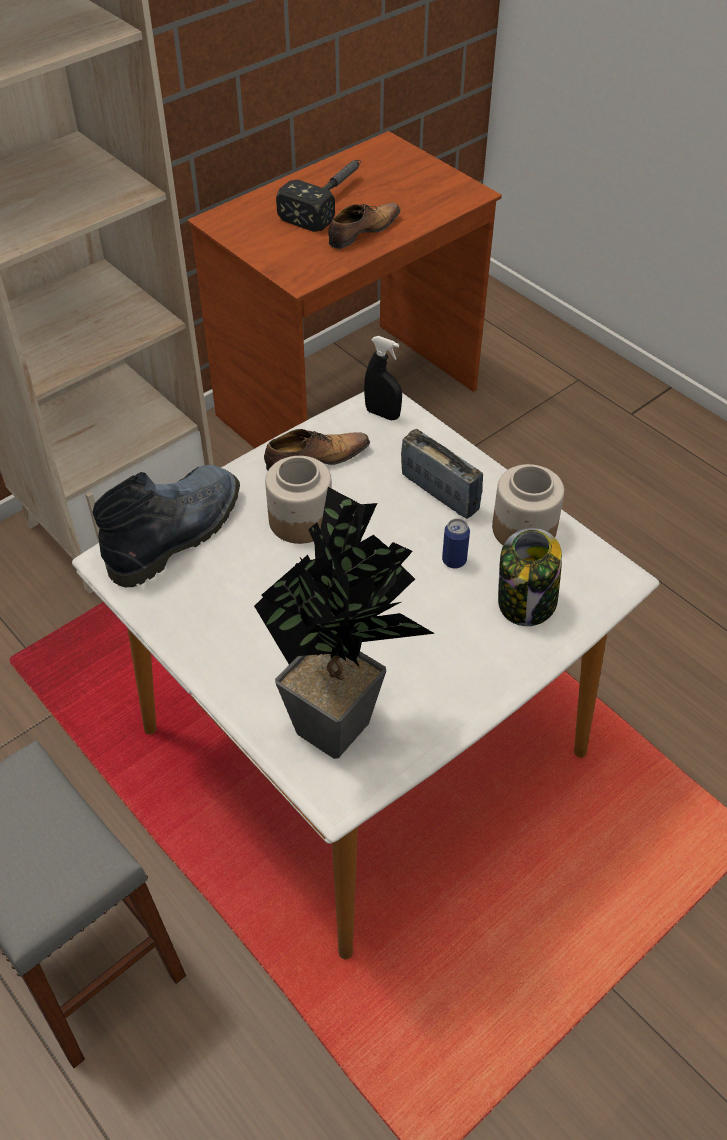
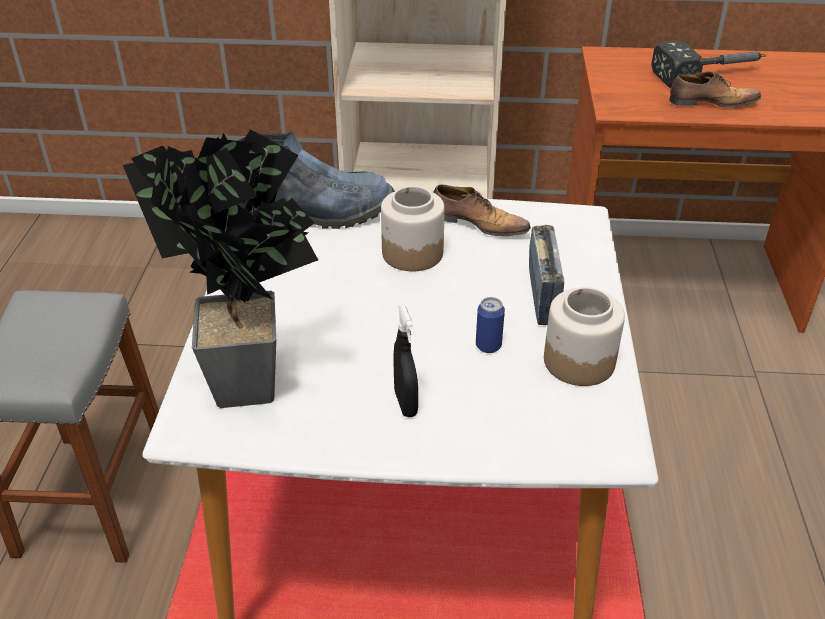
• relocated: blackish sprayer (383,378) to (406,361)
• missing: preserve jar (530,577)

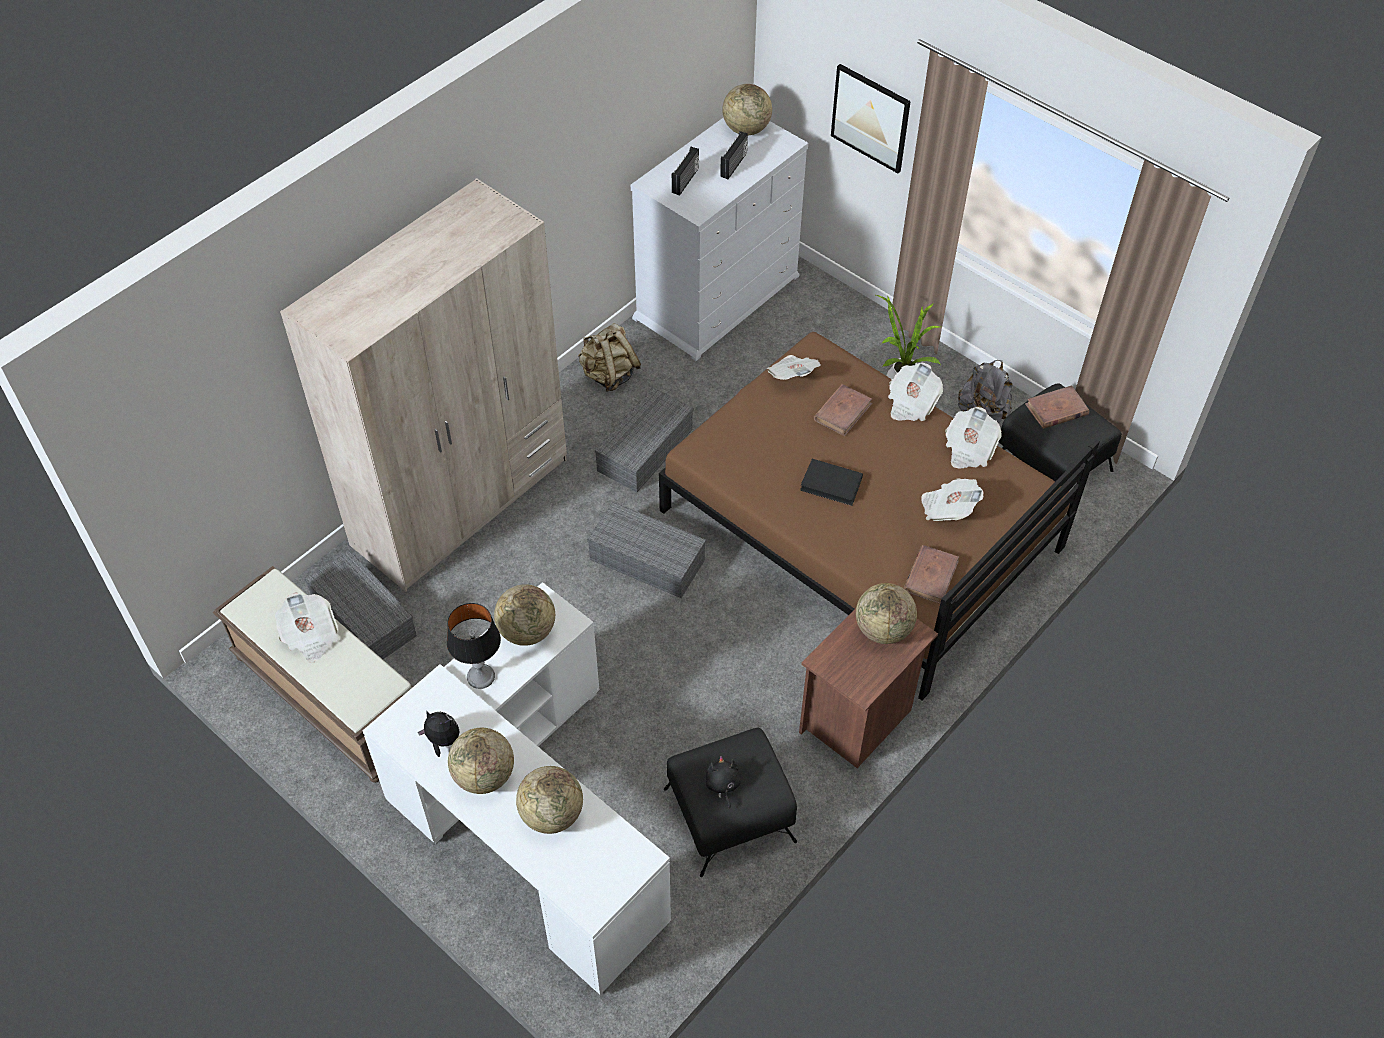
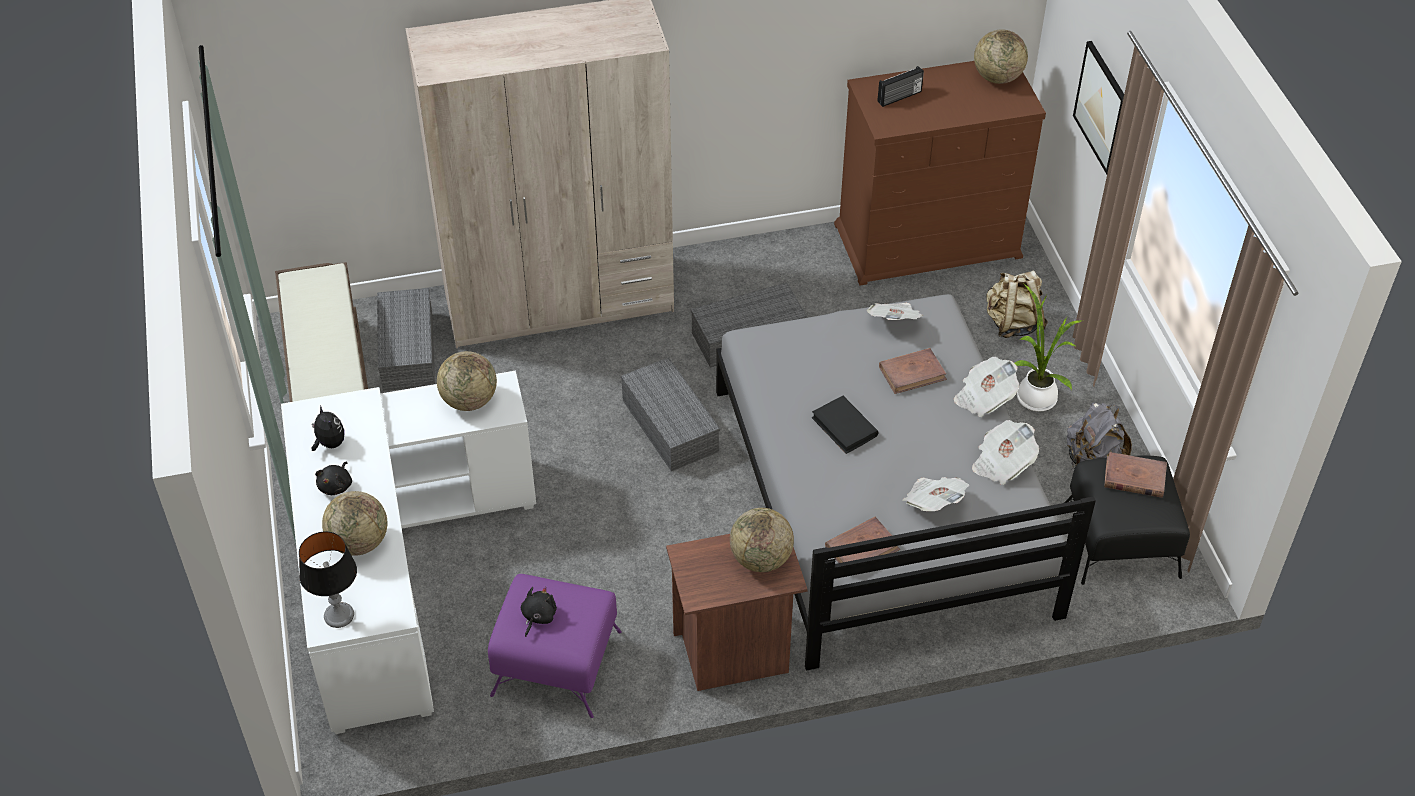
• colour: white-coloured drawer chest (719,239) to brownish drawer chest (940,173)
• missing: radio set (734,155)
• relocated: beige rucksack (609,357) to (1017,304)
• colour: brownish sleeping bed (879,516) to grey sleeping bed (906,482)
• missing: daily paper (307,627)
• relocated: lamp for a table (474,646) to (328,579)
• exchanged: world globe (481,761) to blackish plush toy (333,478)
• colour: blackish ottoman (730,802) to purplish ottoman (555,646)

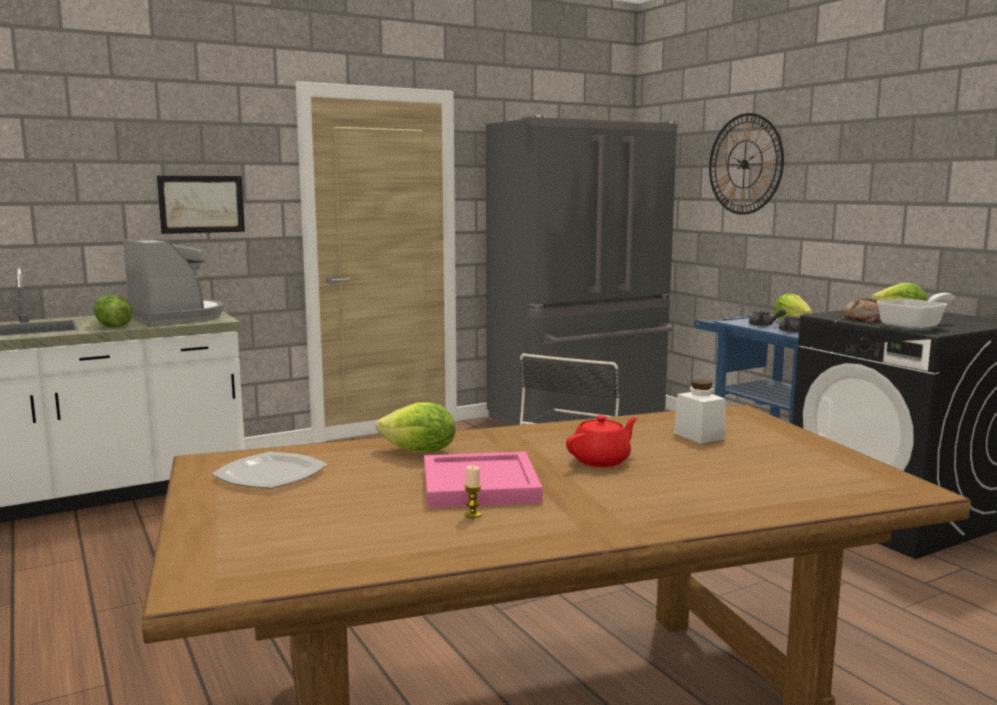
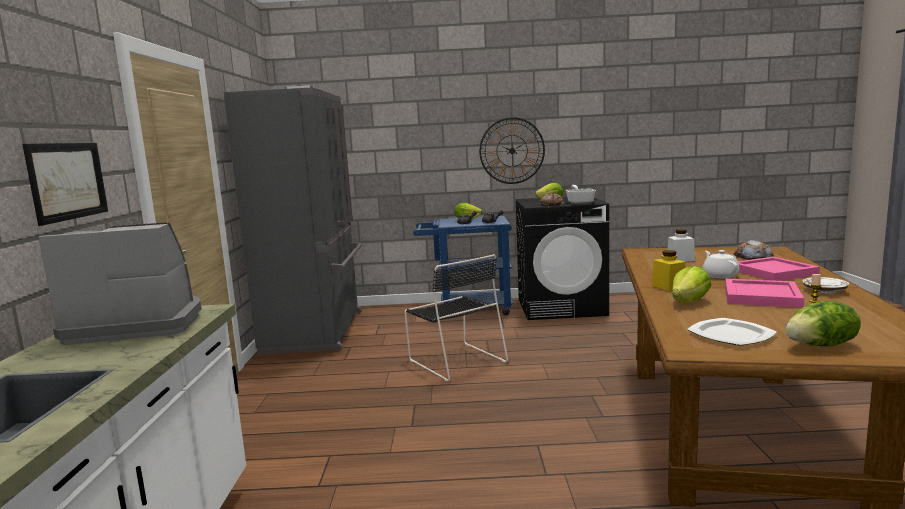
• relocated: wall clock (746,164) to (512,150)
• relocated: head of lettuce (113,311) to (823,323)
• colour: red teapot (602,441) to white-coloured teapot (721,264)
• appeared: bread (753,250)
• appeared: yellow-coloured preserve jar (668,270)
• appeared: pinkish serving tray (779,269)
• appeared: white-coloured plate (826,285)

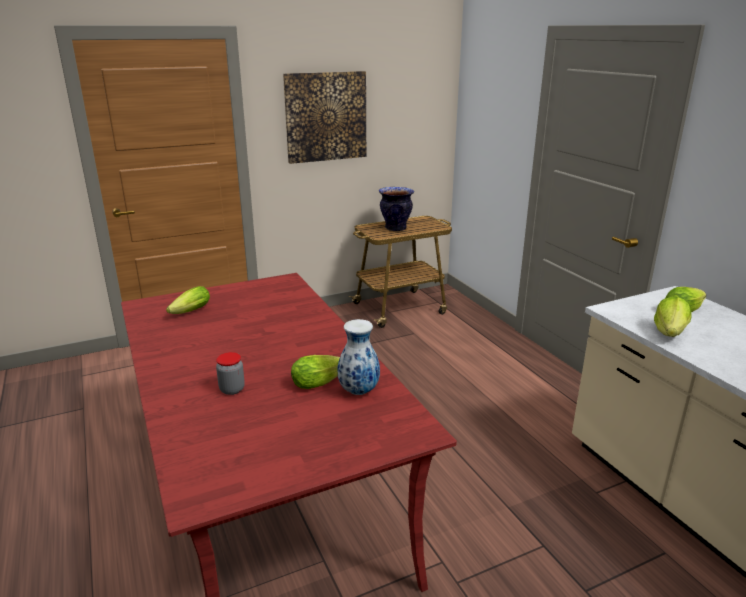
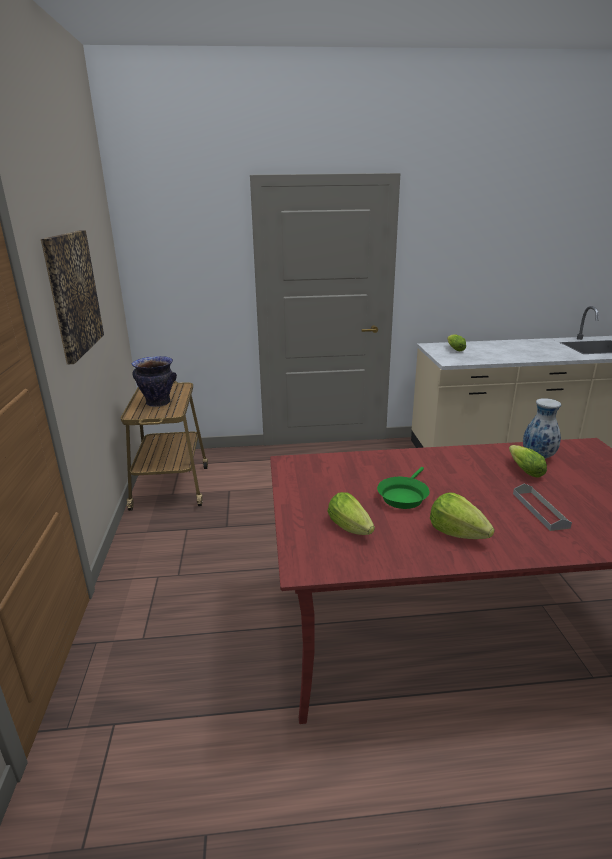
• relocated: head of lettuce (672,316) to (462,515)
• exchanged: preserve jar (230,373) to grey serving tray (542,507)
• appeared: green-coloured frying pan (403,488)

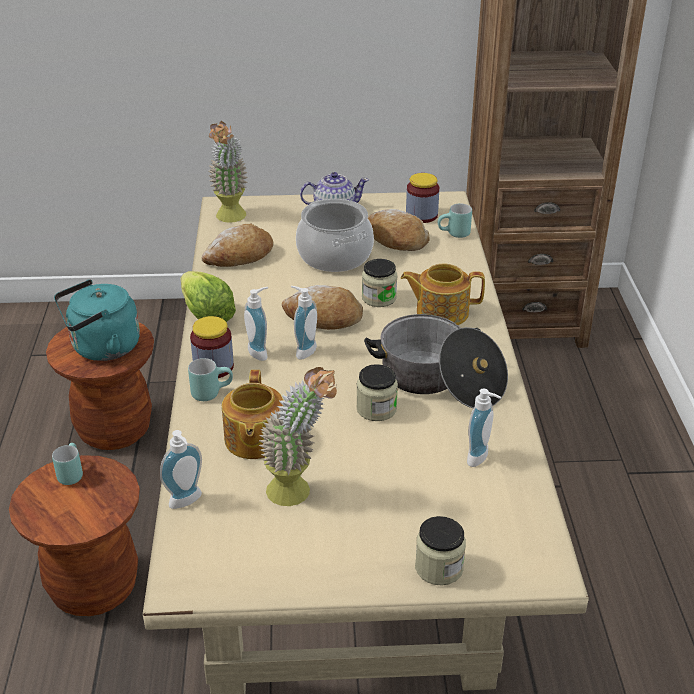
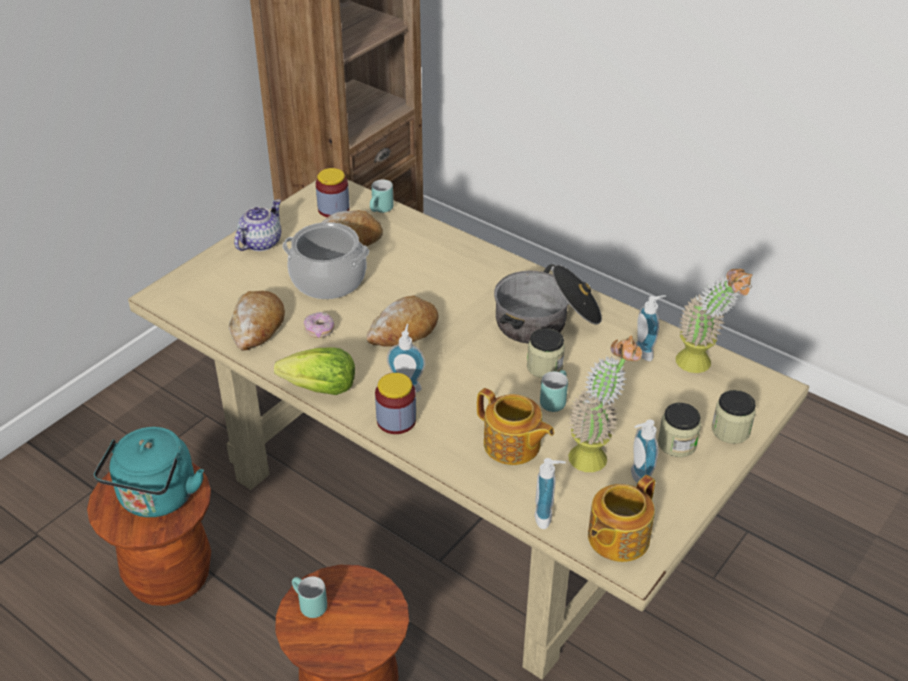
• relocated: plant in a pot (228,172) to (714,321)
• relocated: preserve jar (379,283) to (679,430)
• relocated: teapot (443,294) to (621,518)
• relocated: liquid soap bottle (304,323) to (644,451)
• relocated: turquoise-coloured coffee mug (210,379) to (554,391)
• appeared: doughnut (319,325)

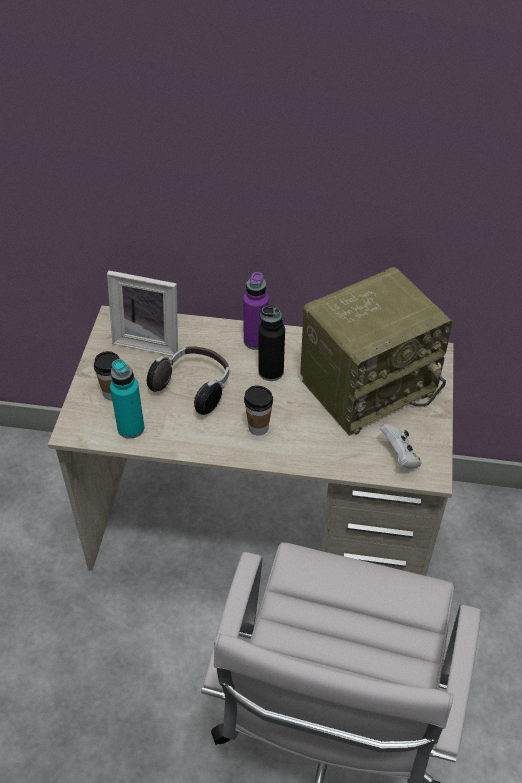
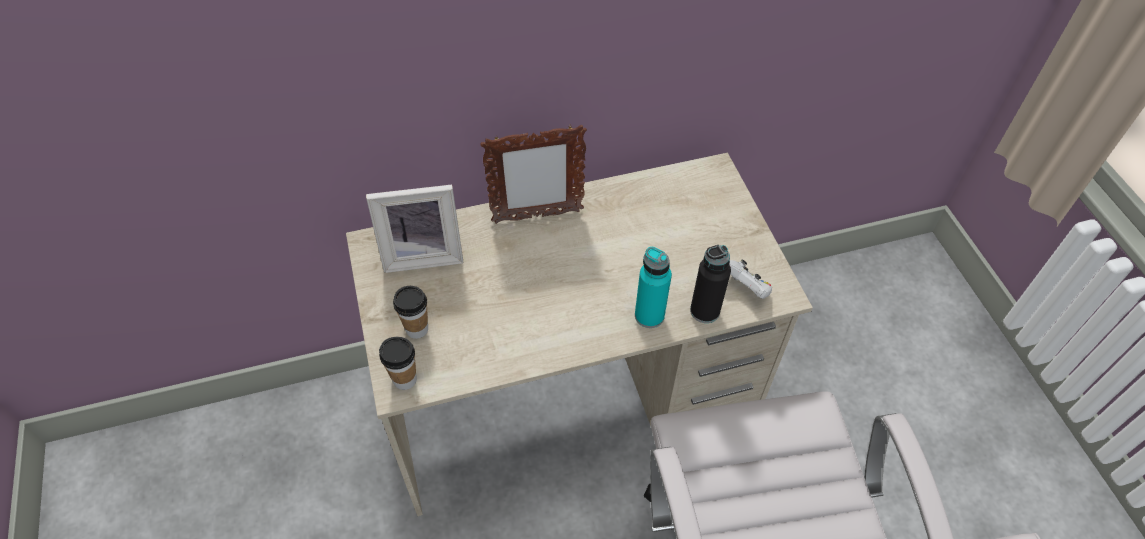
• missing: radio set (376,351)
• exchanged: purplish drink bottle (256,311) to standing frame (533,174)
• relocated: blackish drink bottle (271,343) to (710,284)
• missing: pair of headphones (188,380)
• relocated: turquoise-coloured drink bottle (127,399) to (653,287)
• relocated: cup (258,410) to (398,363)

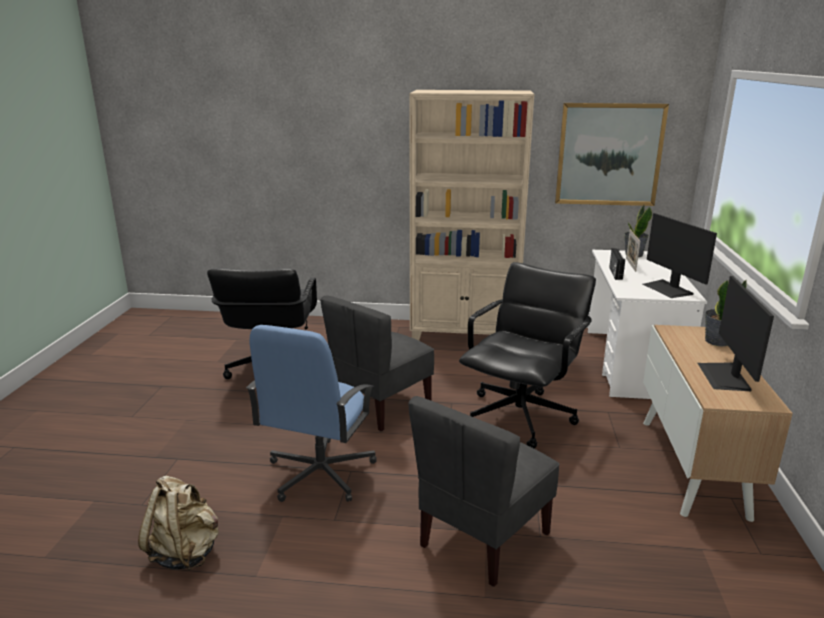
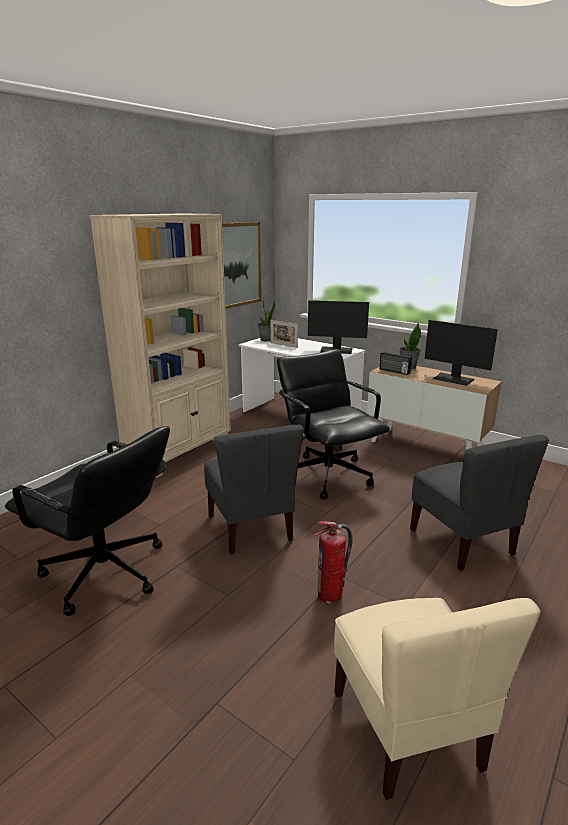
• relocated: radio set (617,264) to (396,363)
• exchanged: blue-coloured desk chair (311,413) to fire extinguisher (332,562)
• exchanged: beige rucksack (178,523) to beige upright chair (437,699)

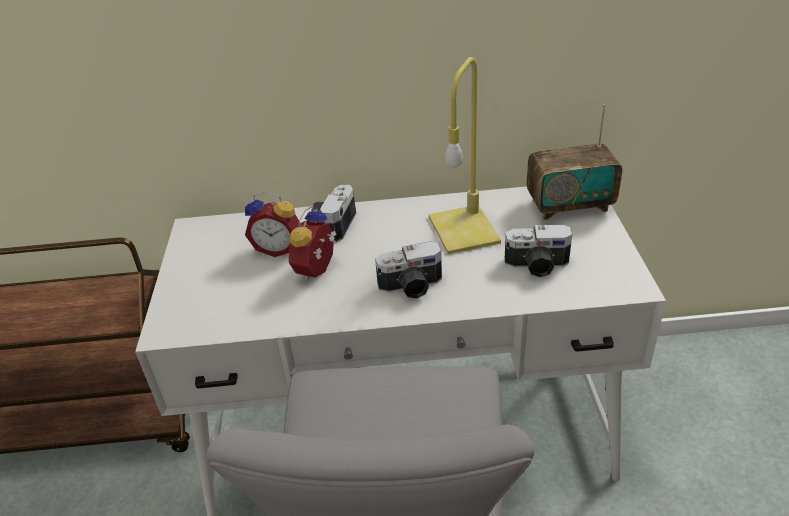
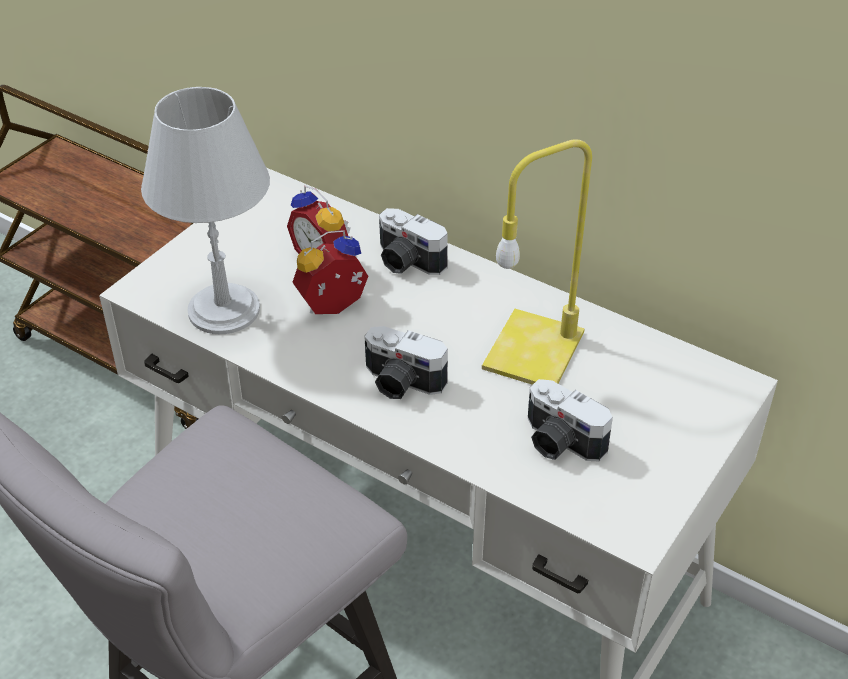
• missing: radio set (574,162)
• spun: photo camera (333,213) = (413,241) 105 degrees counterclockwise
• appeared: grey lamp for a table (205,210)

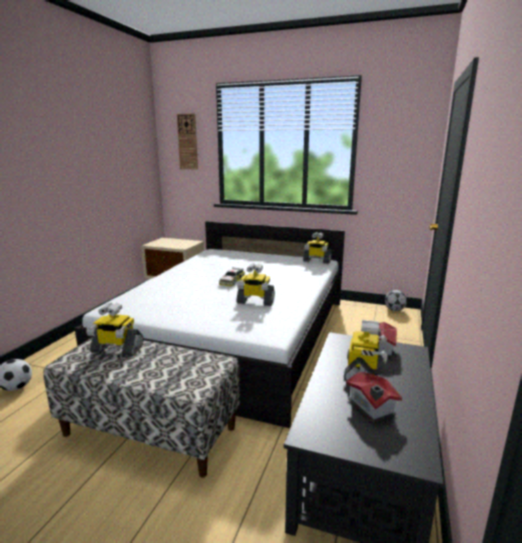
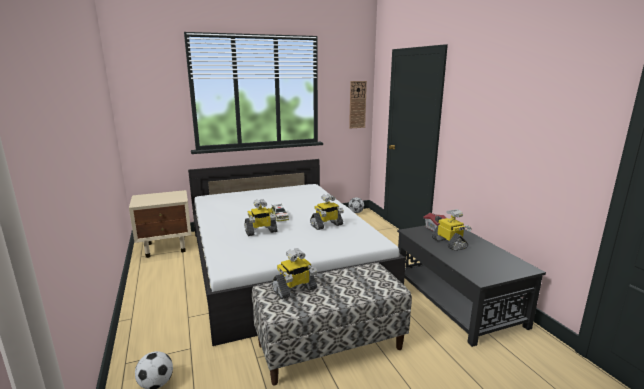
• relocated: wall clock (187,141) to (358,104)
• relocated: toy robot (317,248) to (260,217)
• missing: toy house (374,397)

